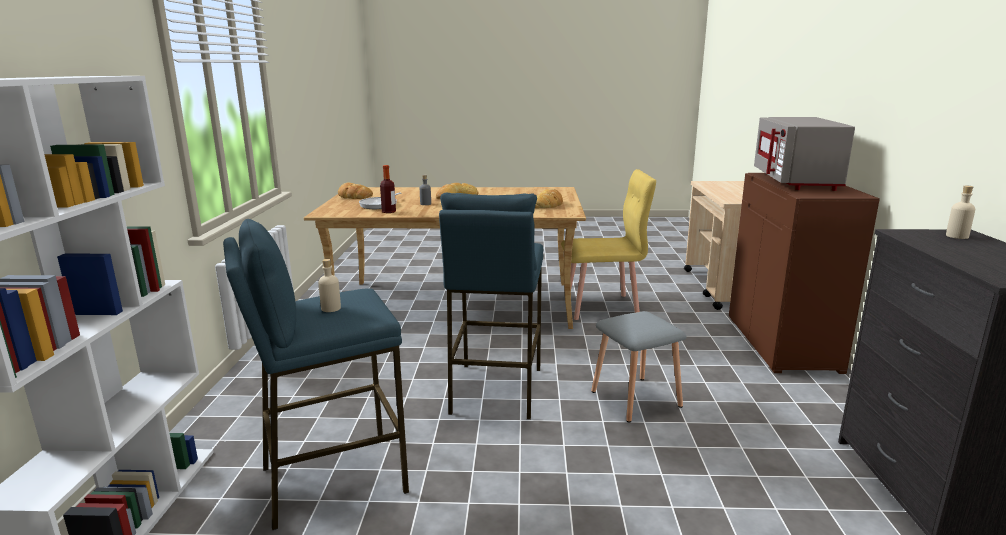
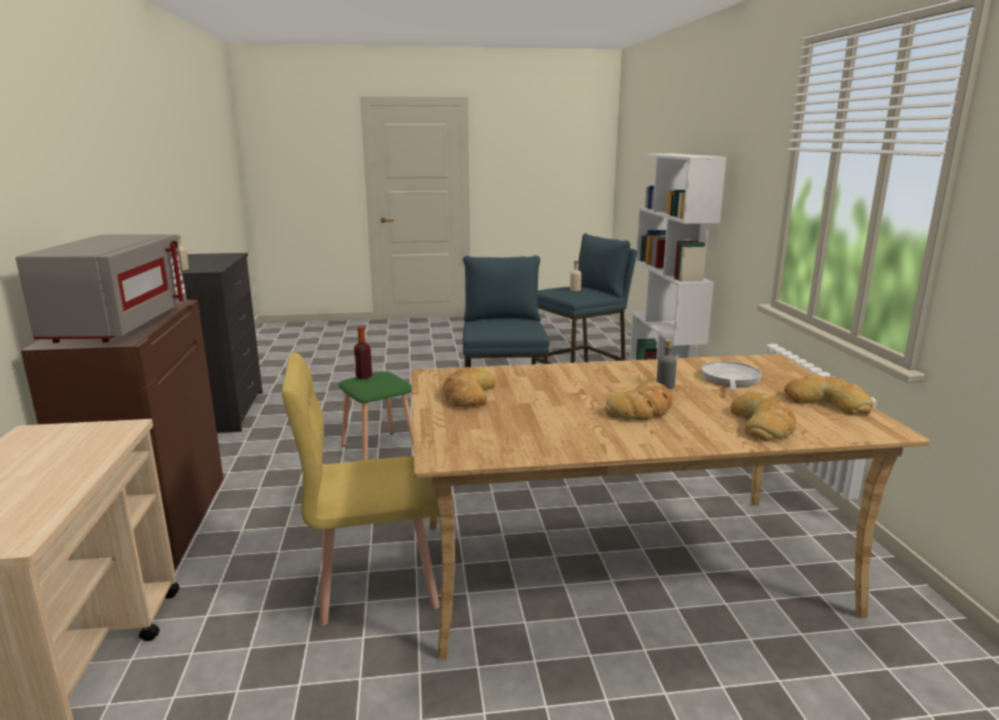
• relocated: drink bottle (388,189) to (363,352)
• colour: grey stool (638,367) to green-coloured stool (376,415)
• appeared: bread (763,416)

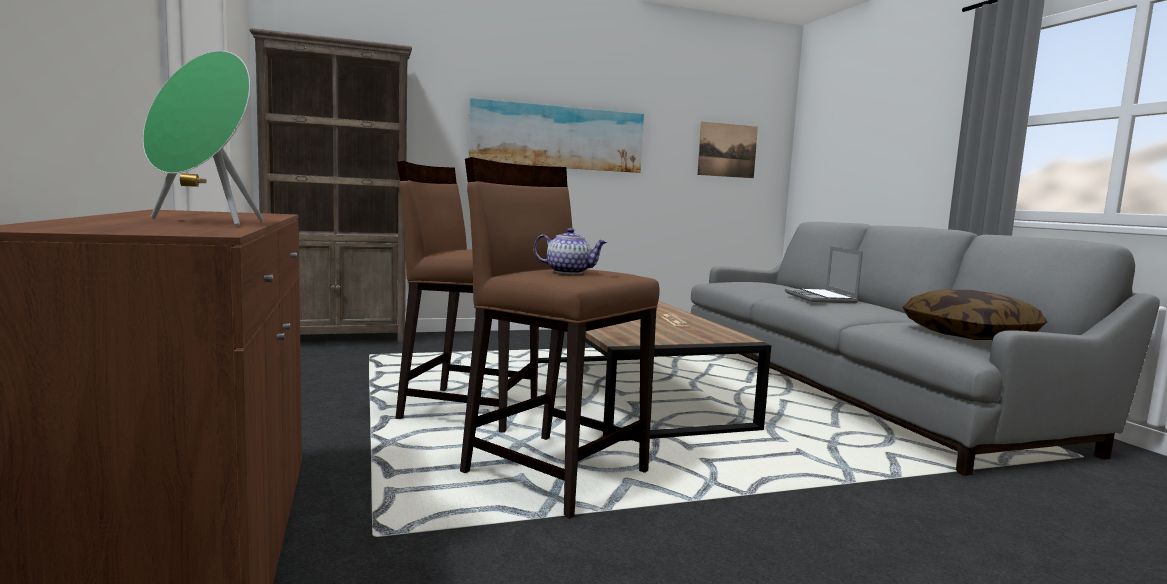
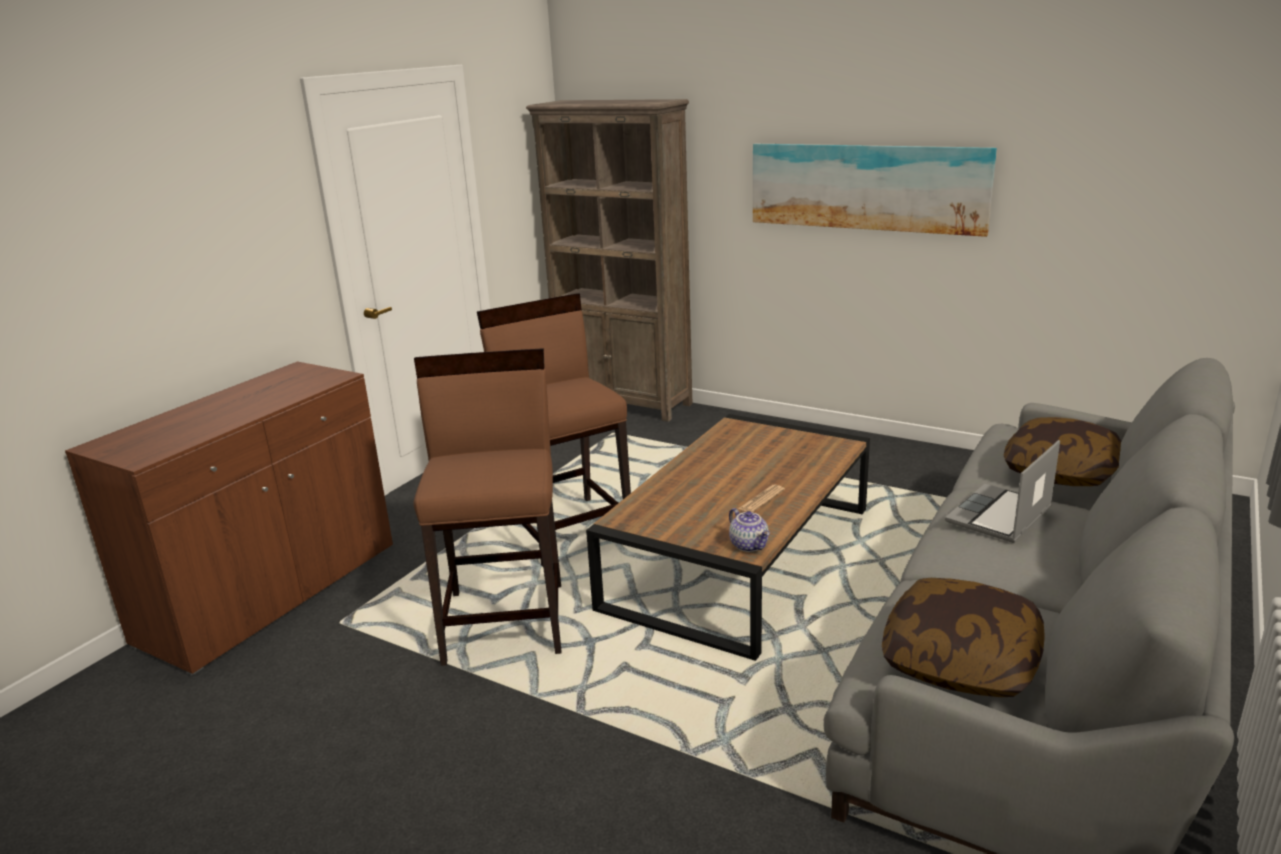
• missing: green-coloured loudspeaker (203,138)
• missing: picture (727,150)
• relocated: teapot (570,251) to (749,530)
• appeared: throw pillow (1063,451)

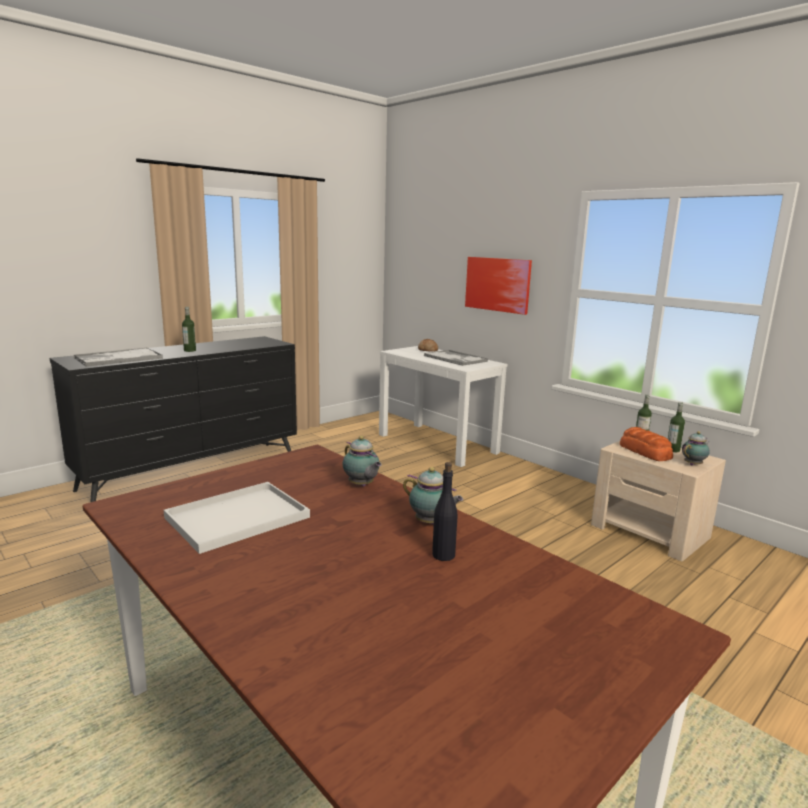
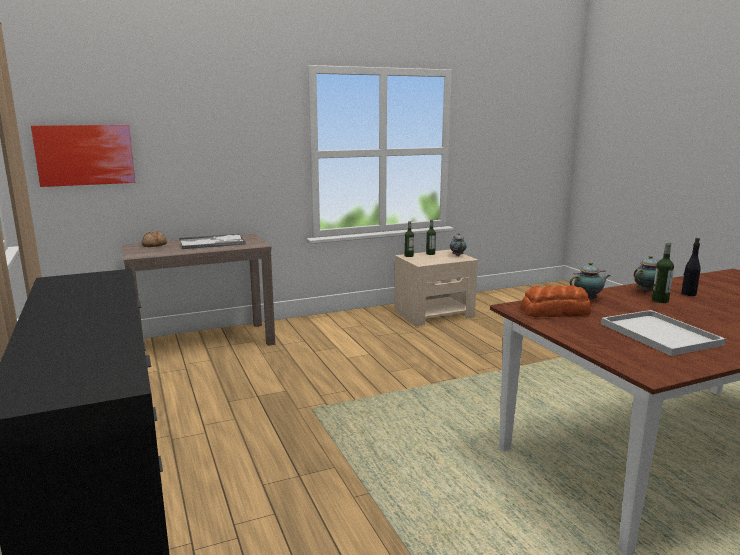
• relocated: picture (498,286) to (83,156)
• relocated: drink bottle (189,329) to (663,272)
• colour: white-coloured hall table (443,406) to brownish hall table (198,290)
• missing: serving tray (118,357)
• relocated: bread (646,444) to (556,301)

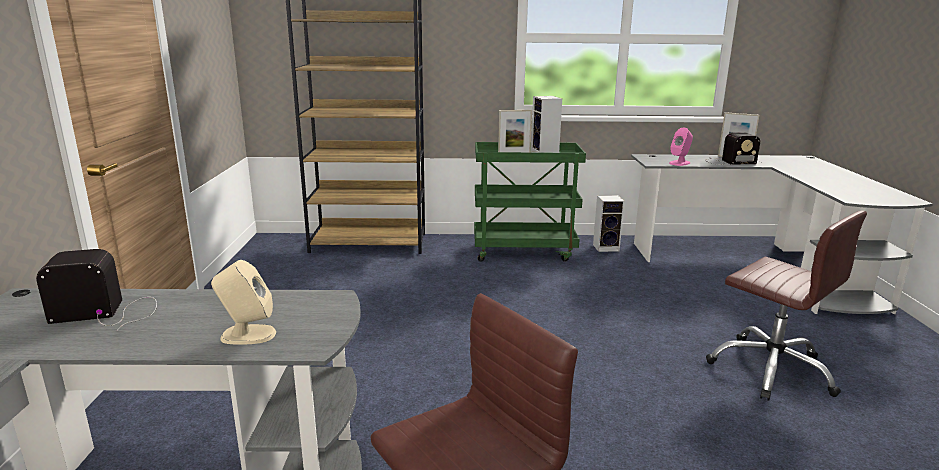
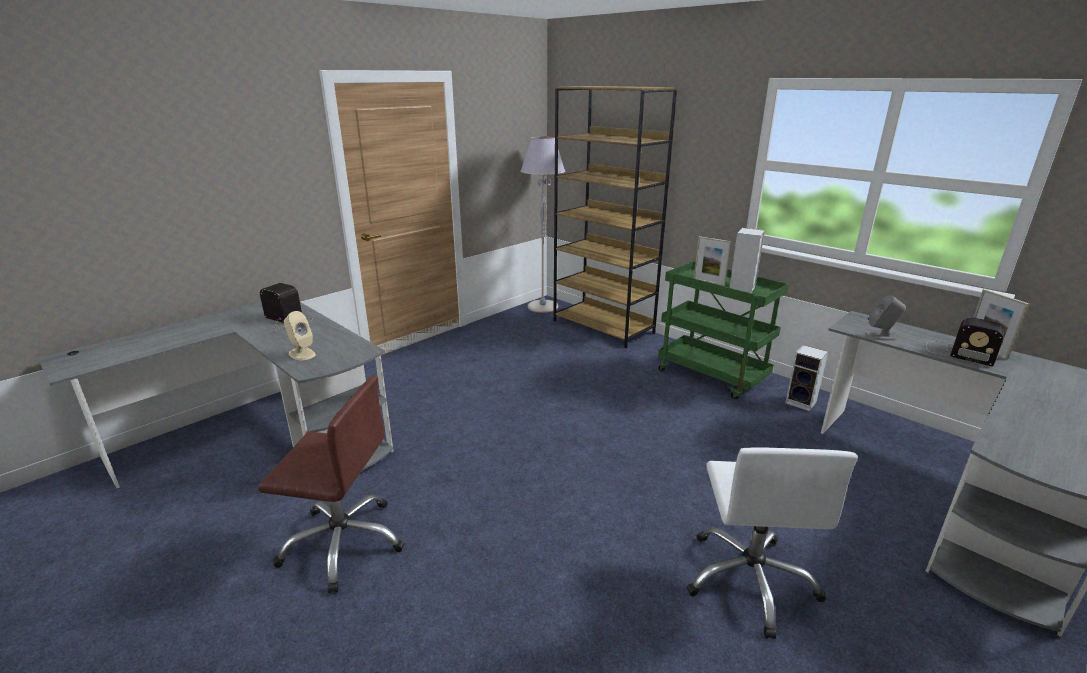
• colour: pinkish loudspeaker (681,147) to grey loudspeaker (885,318)
• colour: brownish desk chair (786,305) to white-coloured desk chair (772,543)
• appeared: grey standard lamp (542,224)

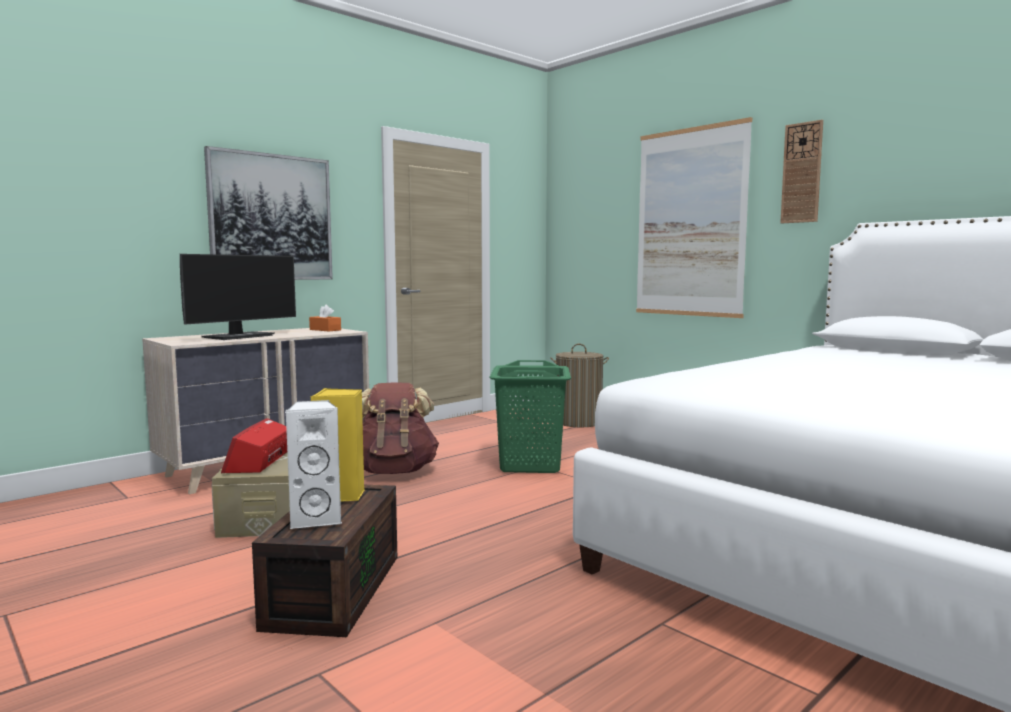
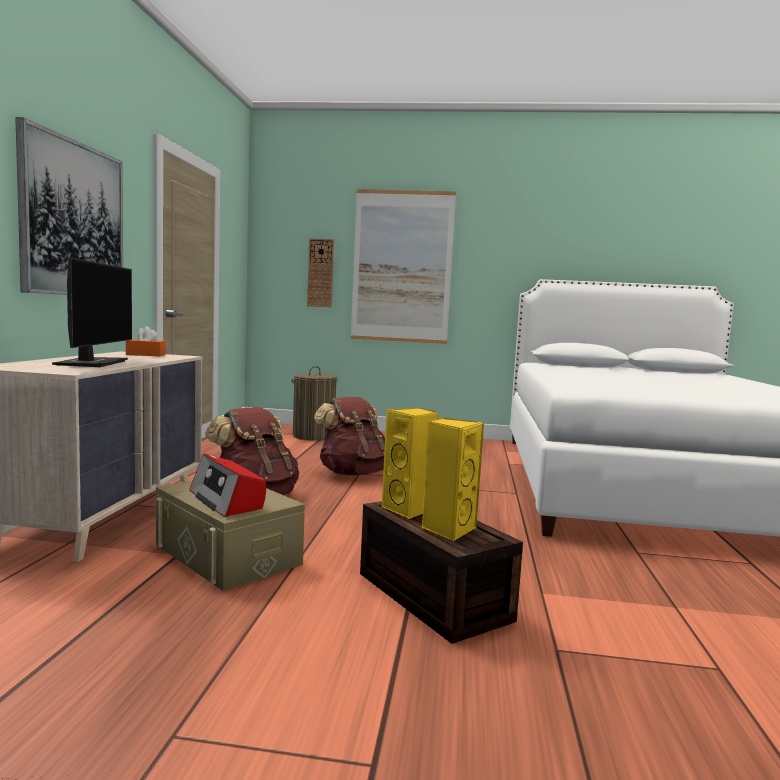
• relocated: wall clock (801,171) to (320,273)
• exchanged: green-coloured washing basket (530,416) to brownish rucksack (349,436)
• colour: white-coloured loudspeaker (313,465) to yellow-coloured loudspeaker (453,479)

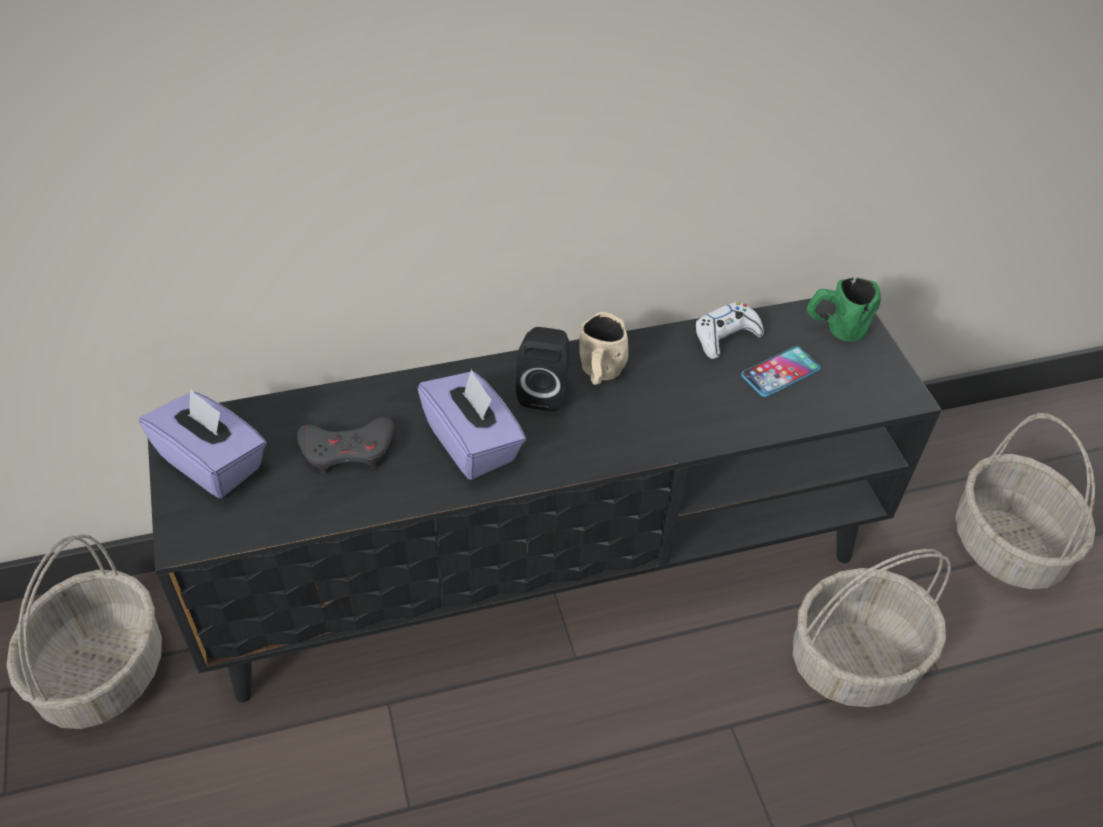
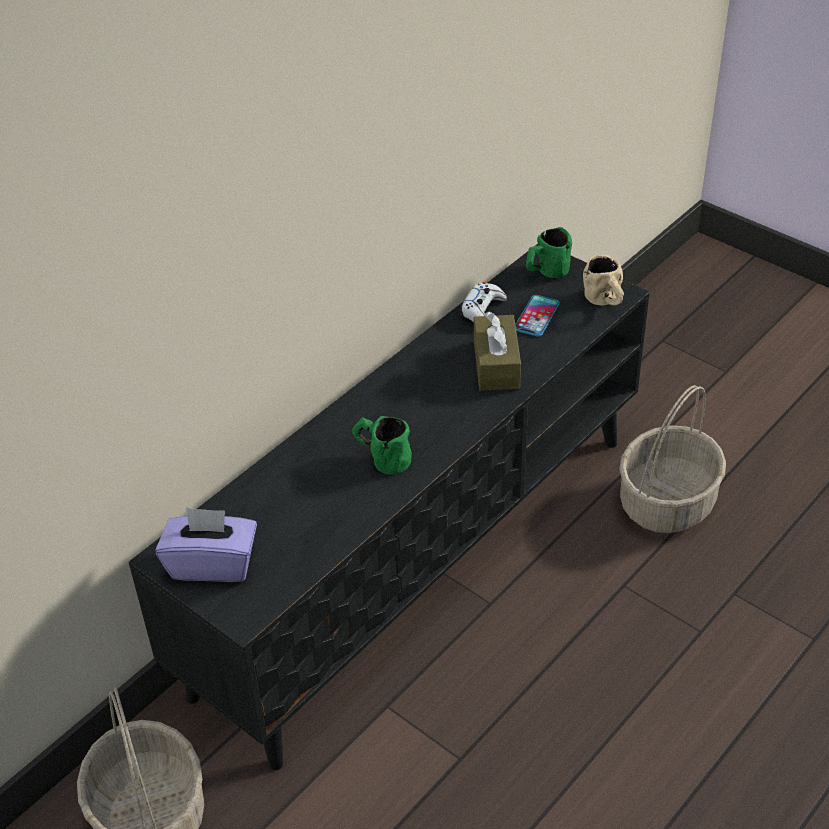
• relocated: beige coffee mug (603,348) to (603,280)
• missing: blackish loudspeaker (542,369)
• exchanged: purplish box of tissues (472,424) to green-coloured coffee mug (382,445)
• missing: basket (1025,501)
• missing: grey gamepad (345,445)
• appeared: brownish box of tissues (497,351)

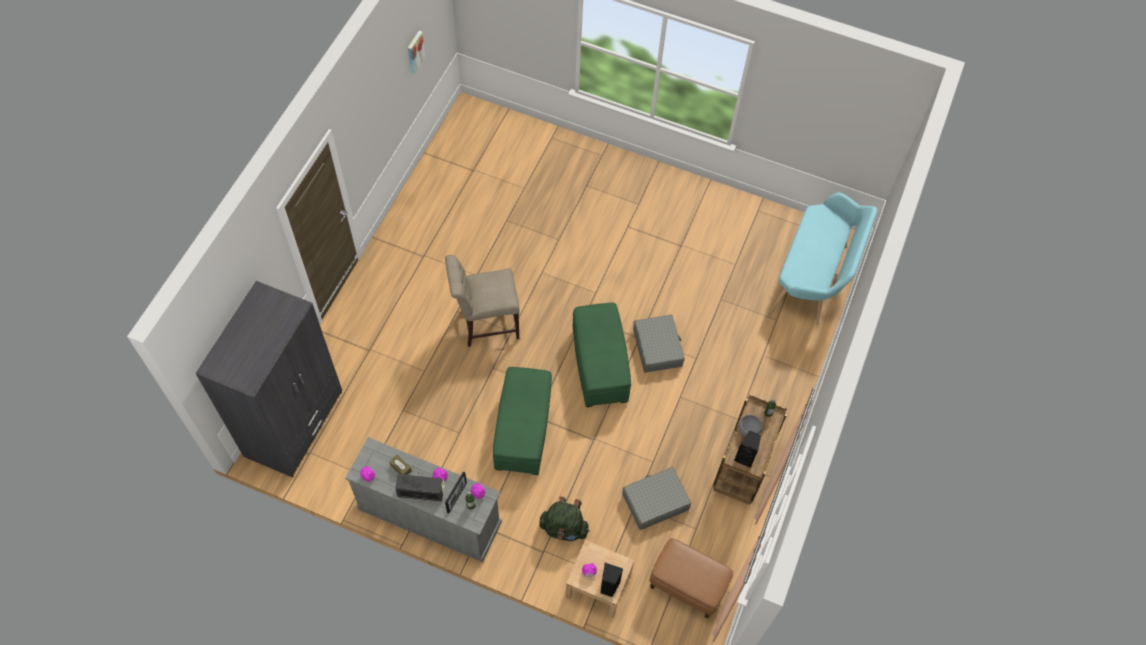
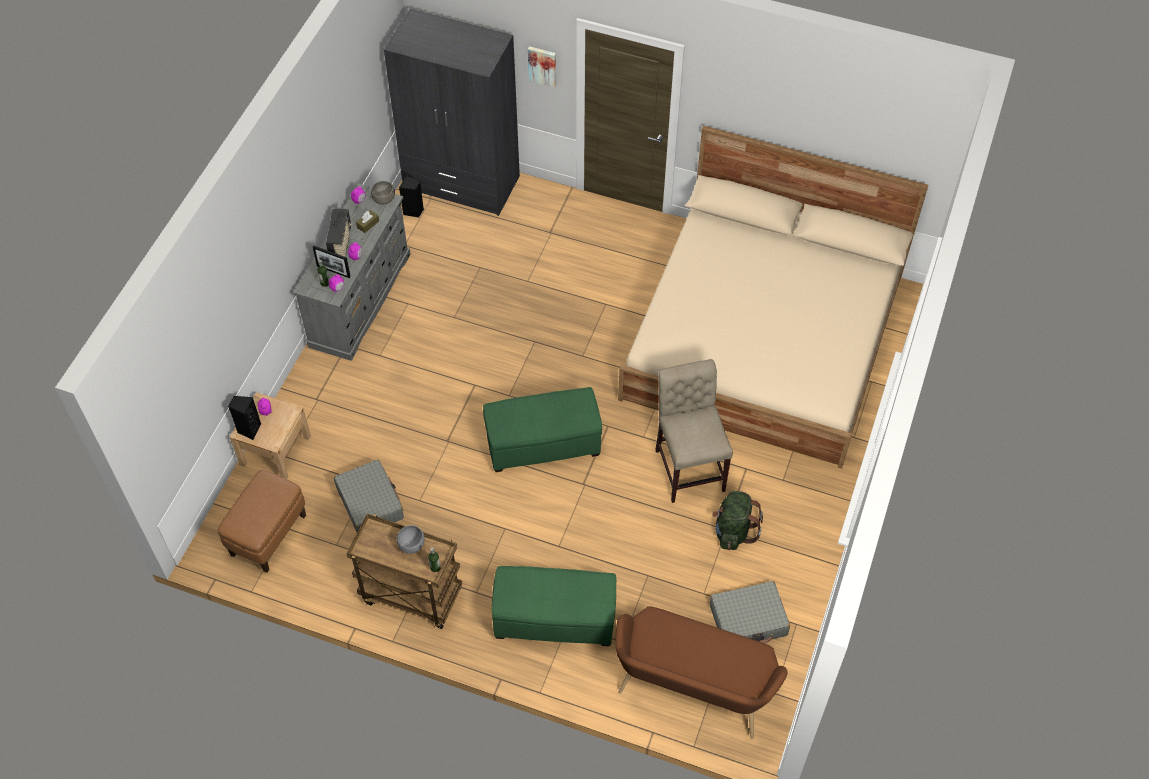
• relocated: picture (417,52) to (542,66)
• colour: turquoise-coloured bench (823,259) to brownish bench (701,672)
• relocated: beige upright chair (482,301) to (694,431)
• relocated: grey travel case (659,344) to (750,612)
• relocated: green-coloured ottoman (522,421) to (554,606)
• relocated: blackish loudspeaker (747,449) to (411,196)
• relocated: green-coloured rucksack (564,518) to (737,520)
• appeared: beige sleeping bed (773,297)
• appeared: grey bowl (383,193)

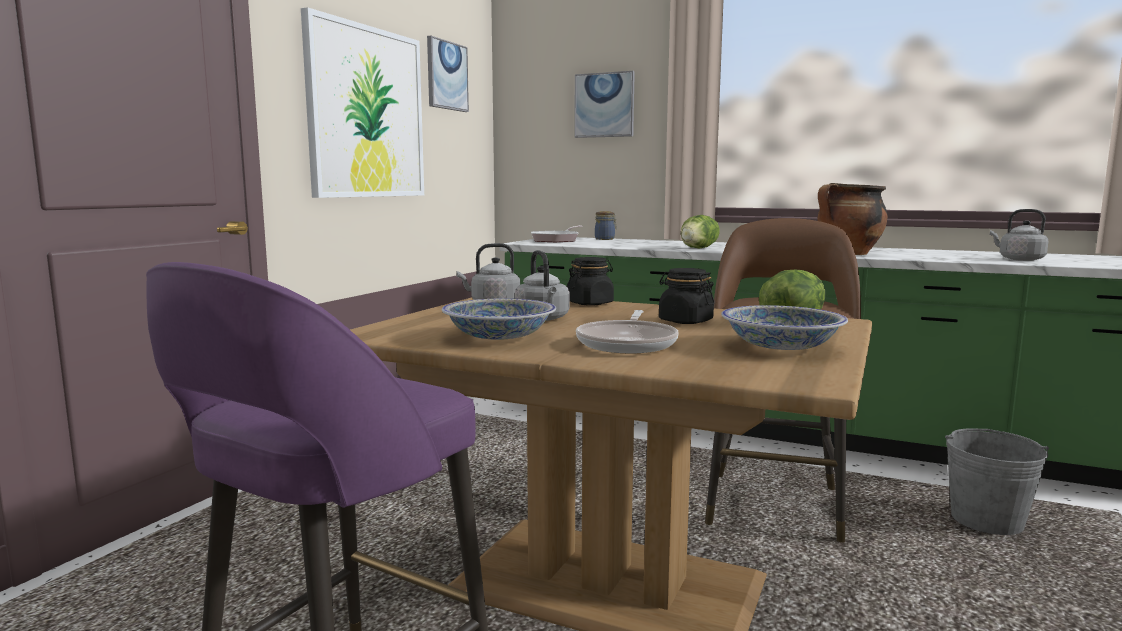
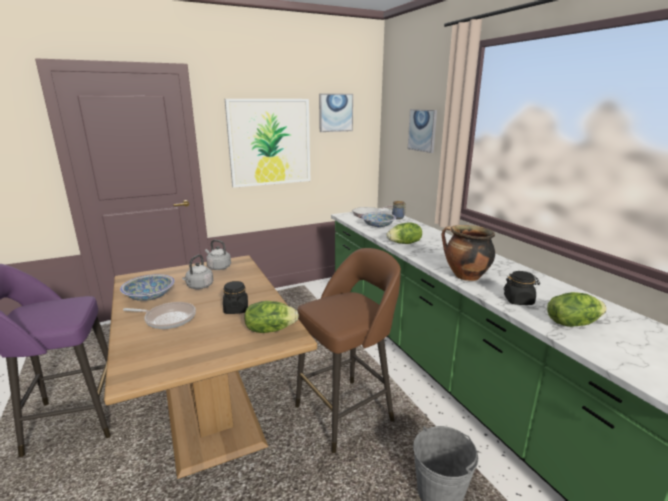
• exchanged: grey kettle (1019,235) to head of lettuce (577,309)
• relocated: blackish preserve jar (590,281) to (521,288)
• relocated: bowl (784,327) to (378,219)
• spun: frying pan (627,331) = (159,315) 135 degrees counterclockwise

